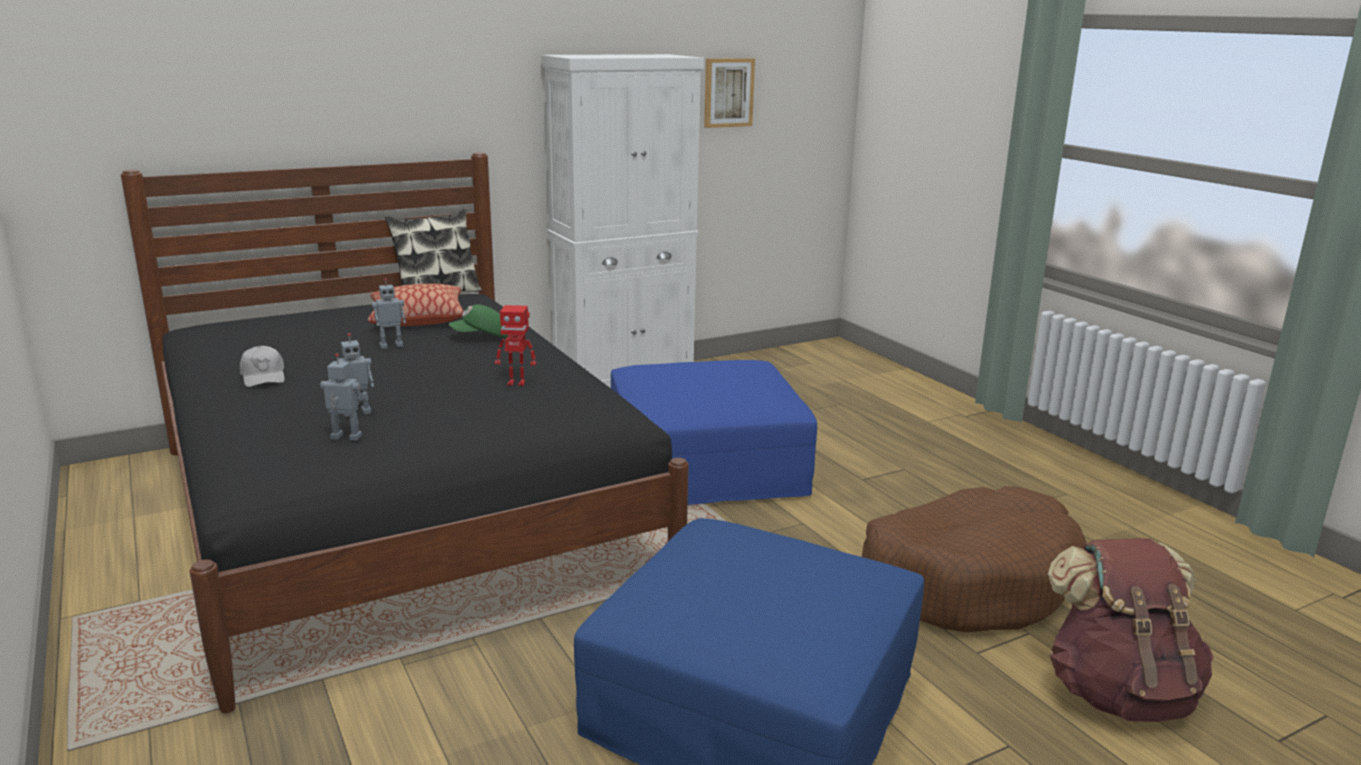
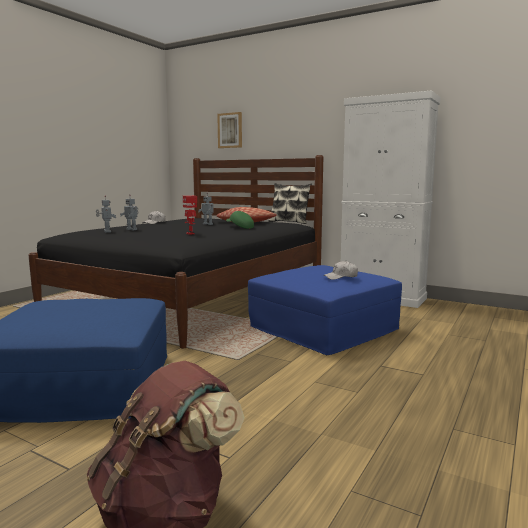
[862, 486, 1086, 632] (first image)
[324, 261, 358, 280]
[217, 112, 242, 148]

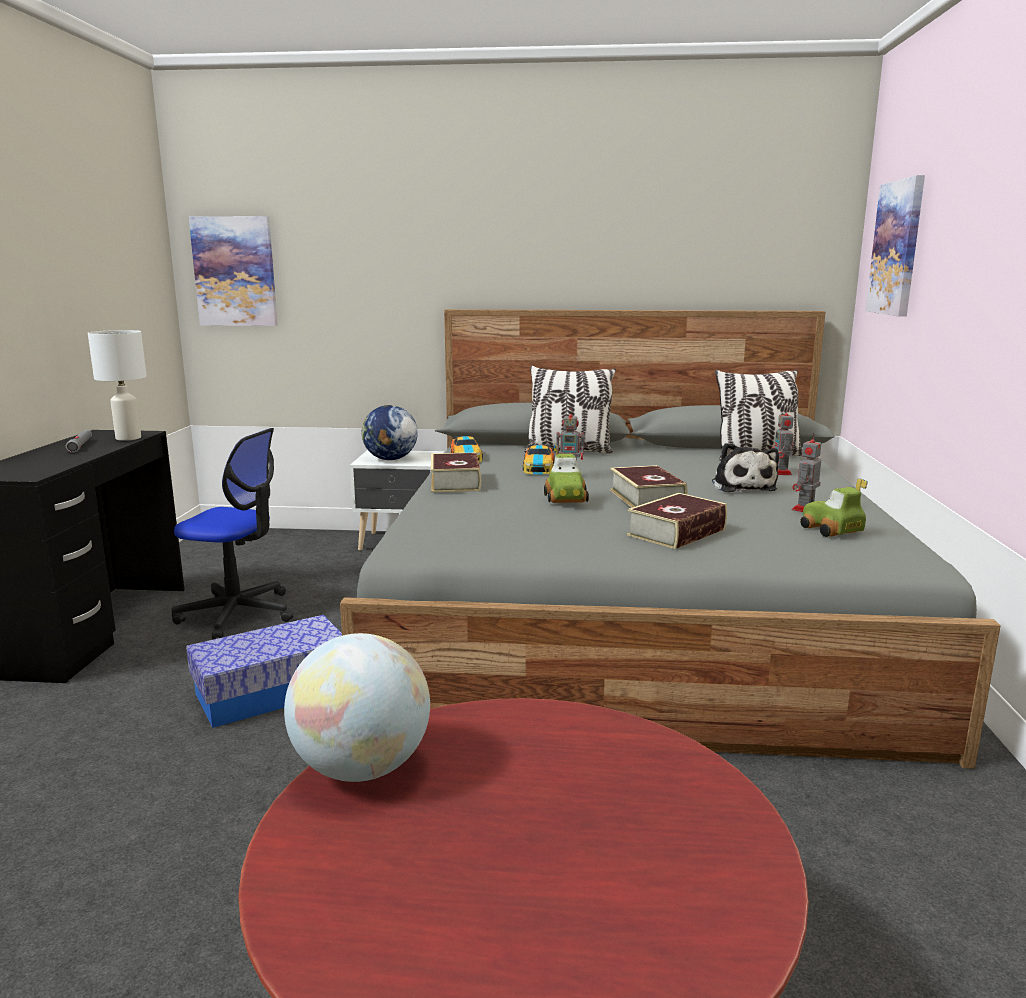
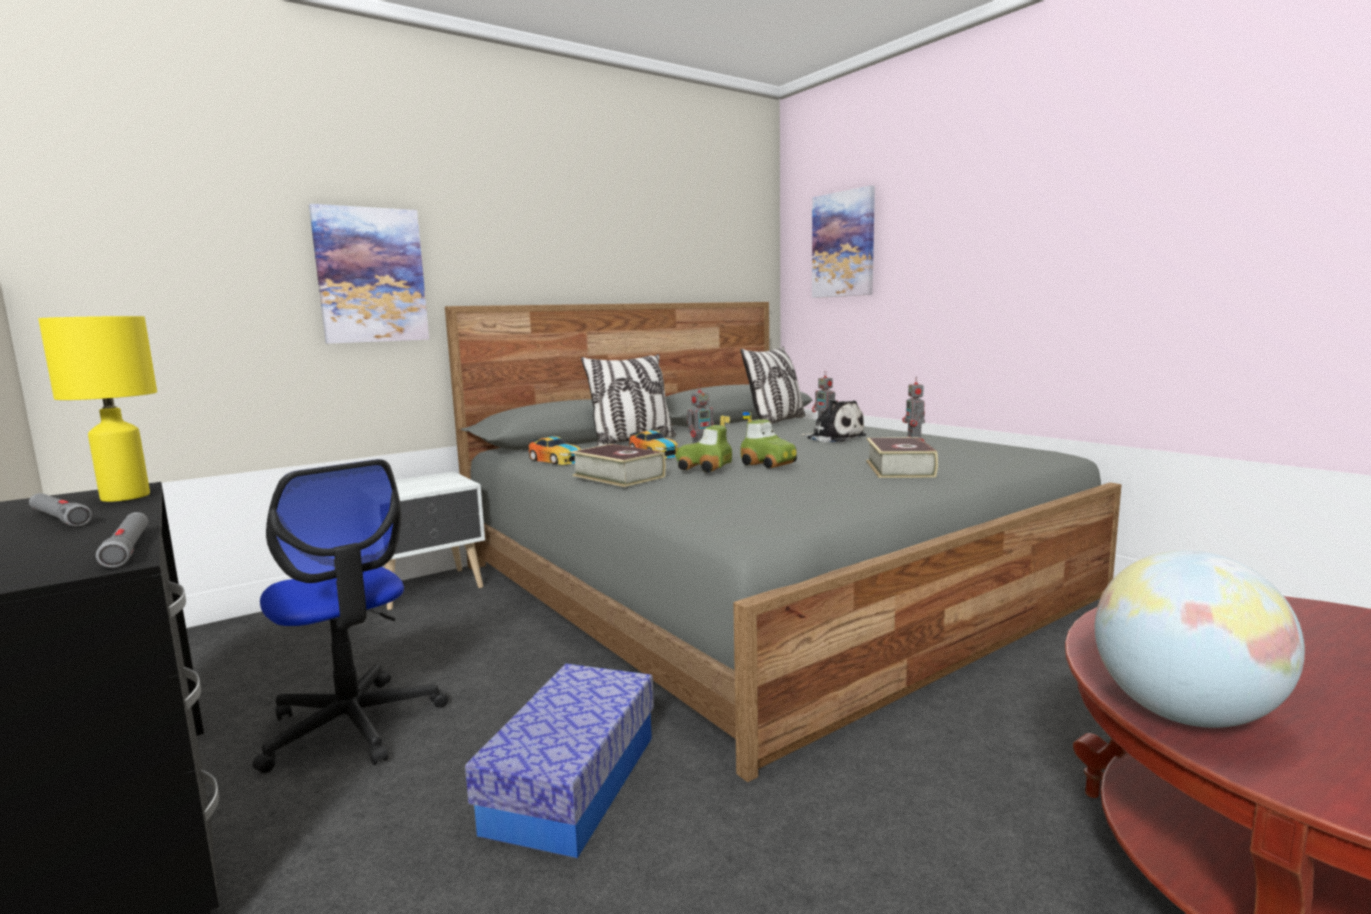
[361, 405, 418, 460] (first image)
[610, 465, 688, 508] (first image)
[96, 512, 148, 568]
[309, 204, 429, 344]
[676, 415, 732, 473]
[38, 316, 157, 502]
[253, 459, 448, 773]

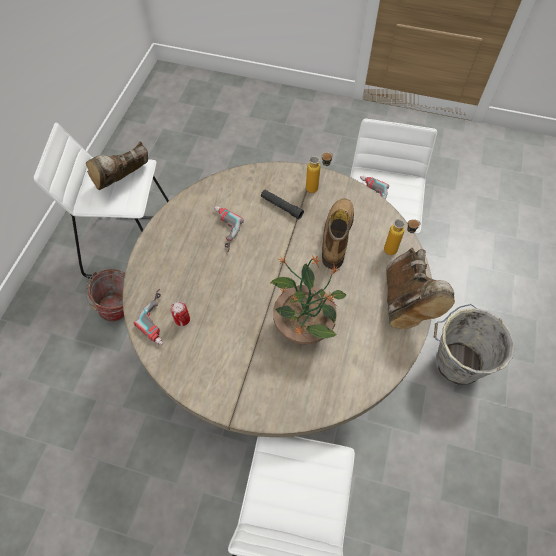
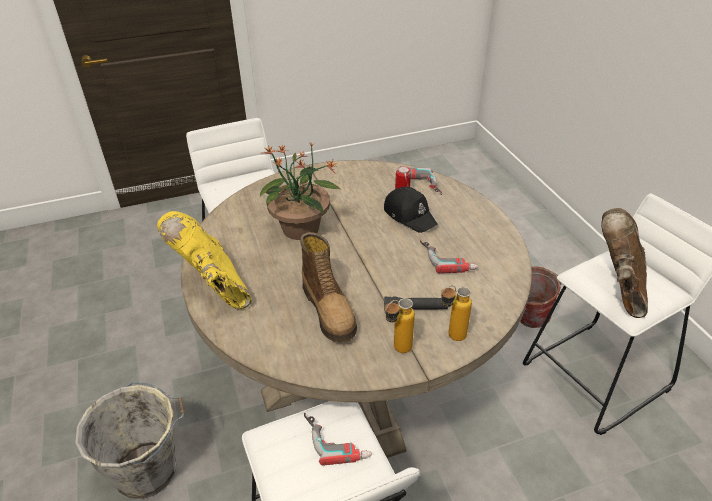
[384, 187, 438, 233]
[441, 285, 472, 341]
[157, 211, 252, 309]

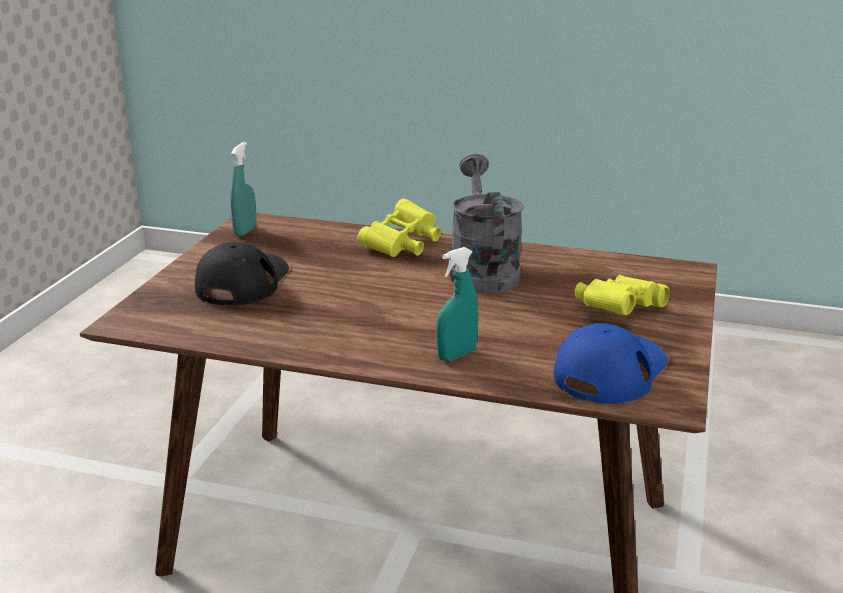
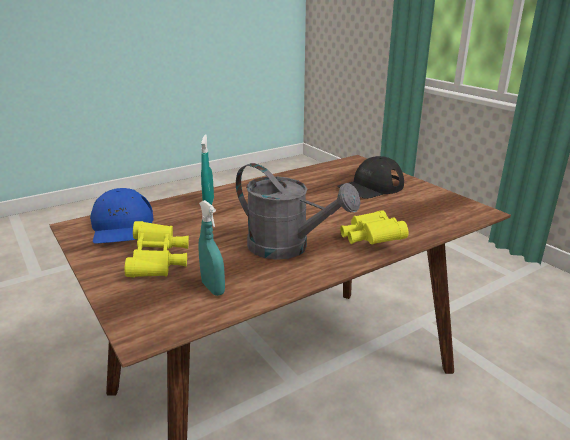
[199, 200, 225, 296]
[338, 156, 404, 199]

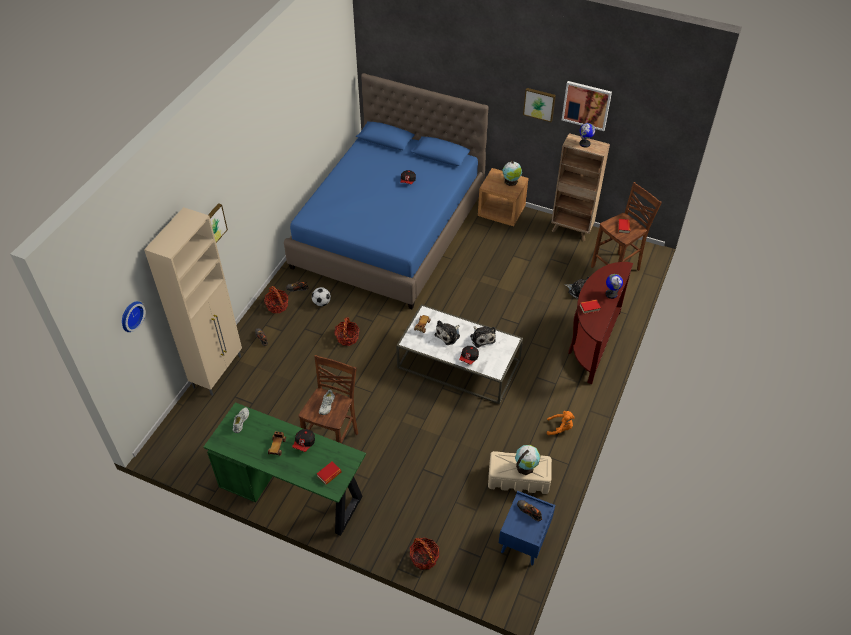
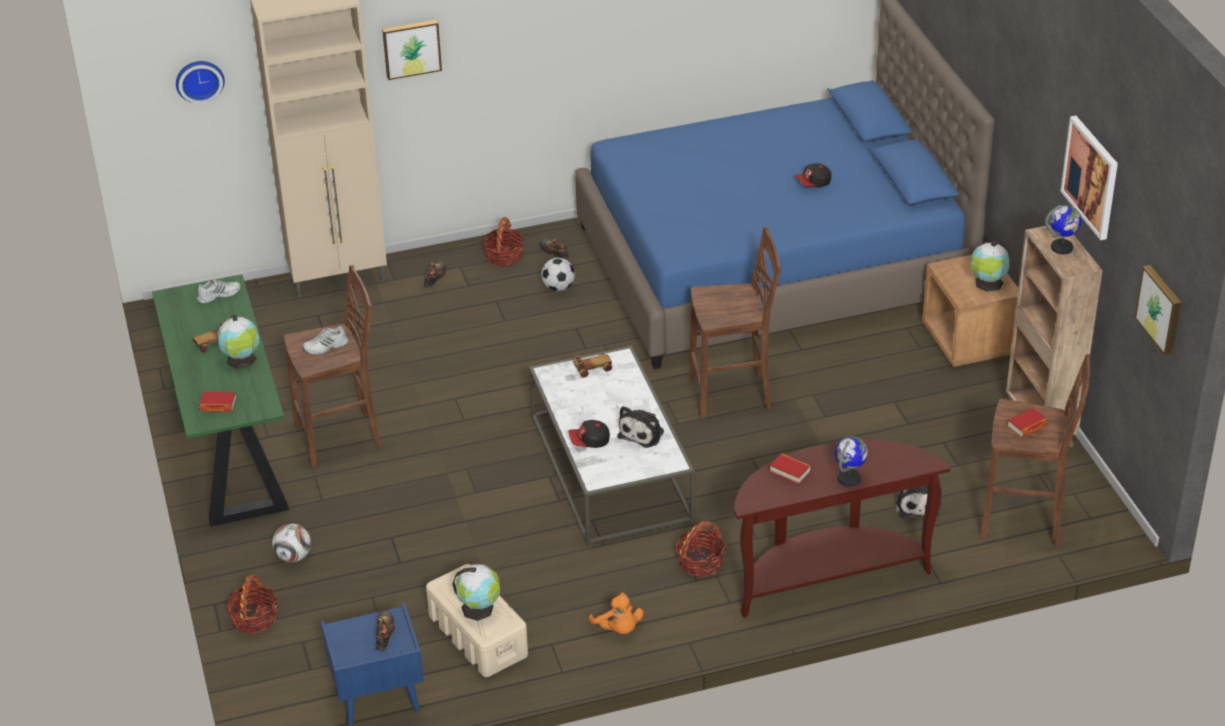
[435, 320, 460, 345] (first image)
[272, 523, 311, 562]
[689, 227, 782, 419]
[676, 521, 727, 577]
[1135, 265, 1181, 355]
[217, 315, 259, 369]

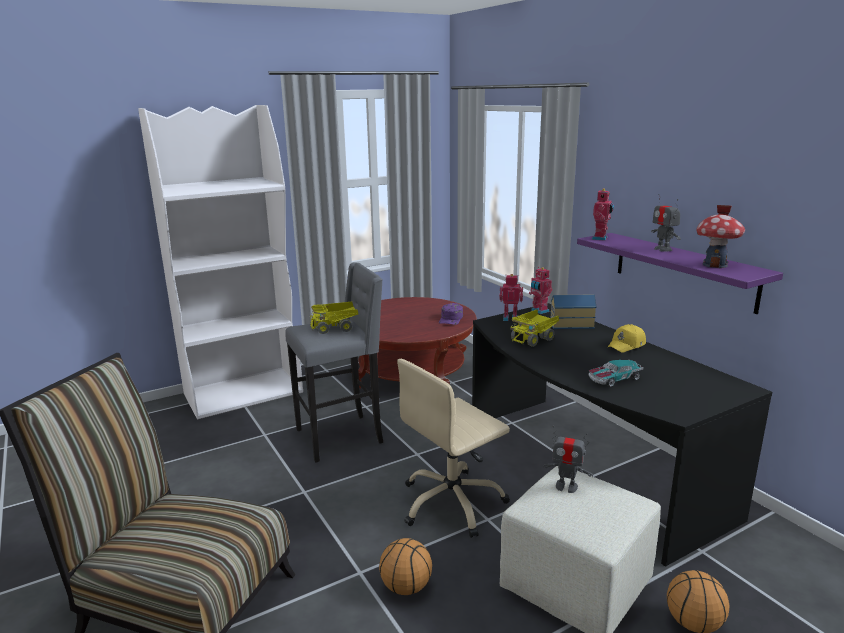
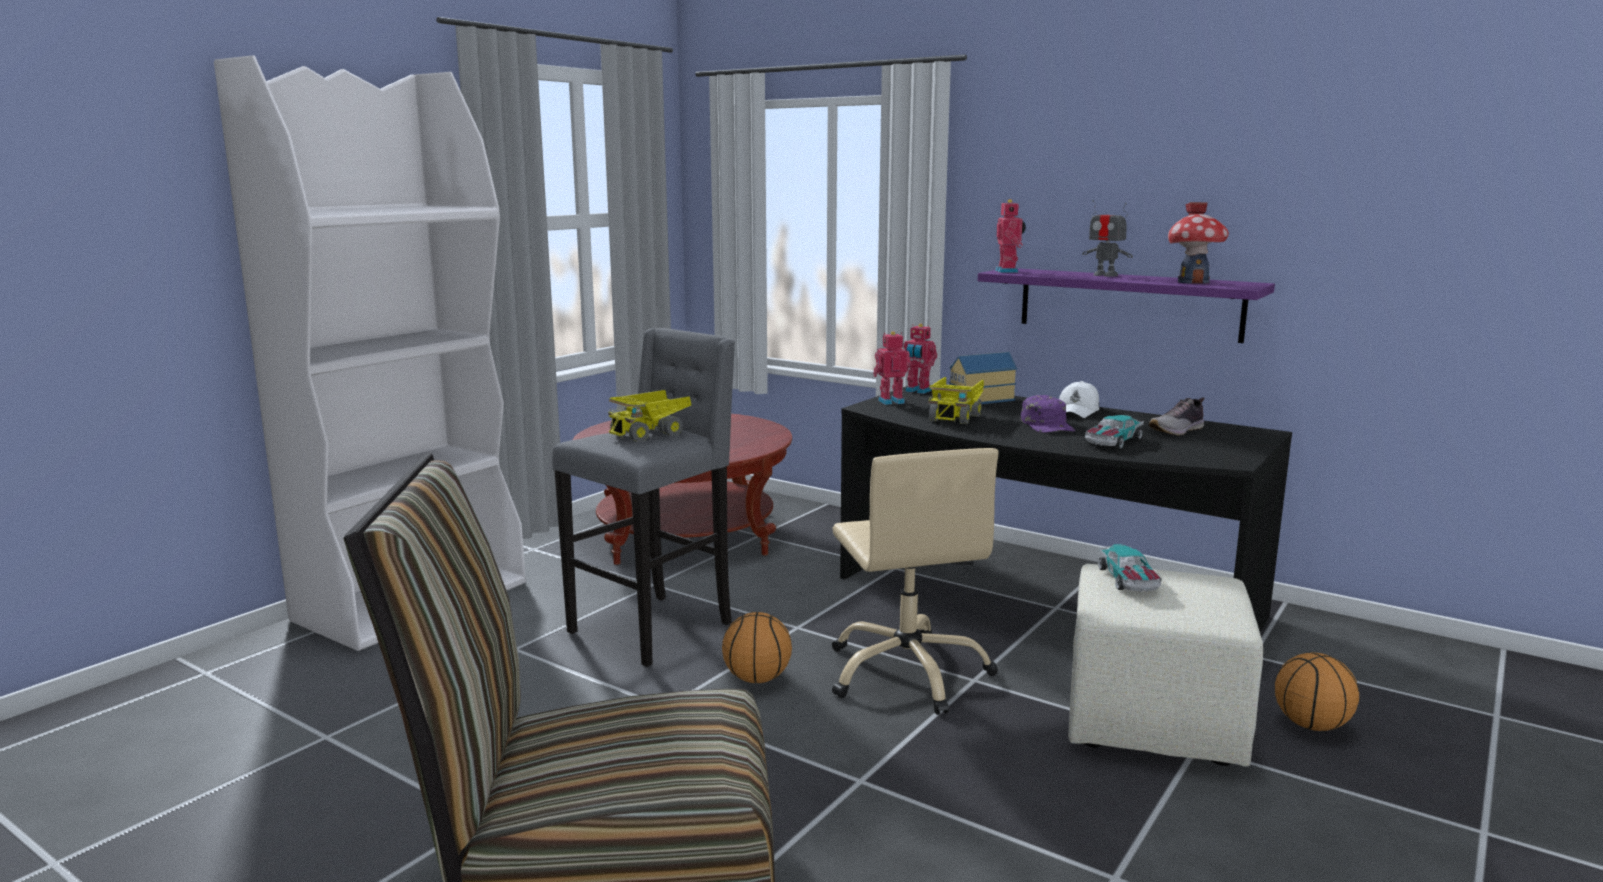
[1149, 397, 1204, 436]
[722, 612, 792, 683]
[1021, 395, 1075, 433]
[1098, 544, 1162, 592]
[1059, 381, 1100, 418]
[832, 448, 999, 715]

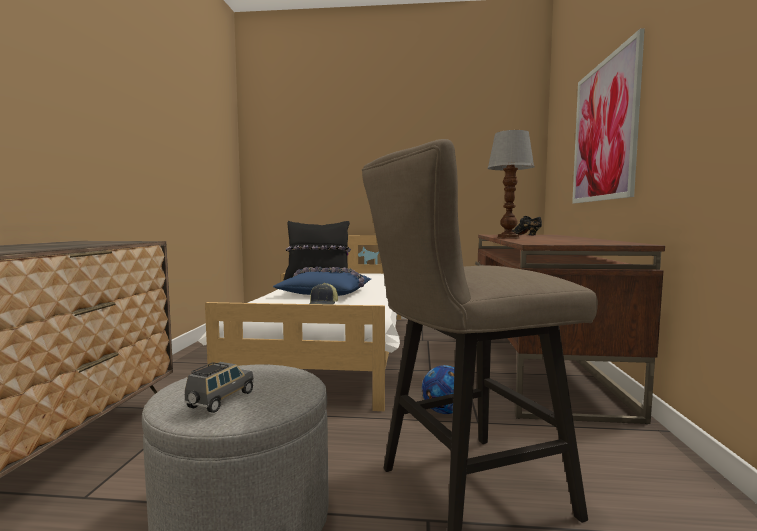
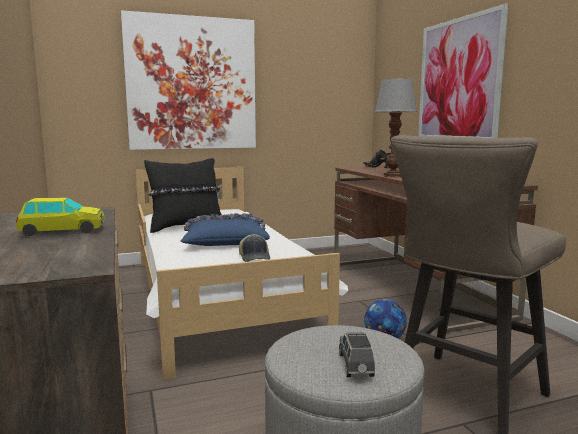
[16, 198, 105, 236]
[121, 10, 256, 150]

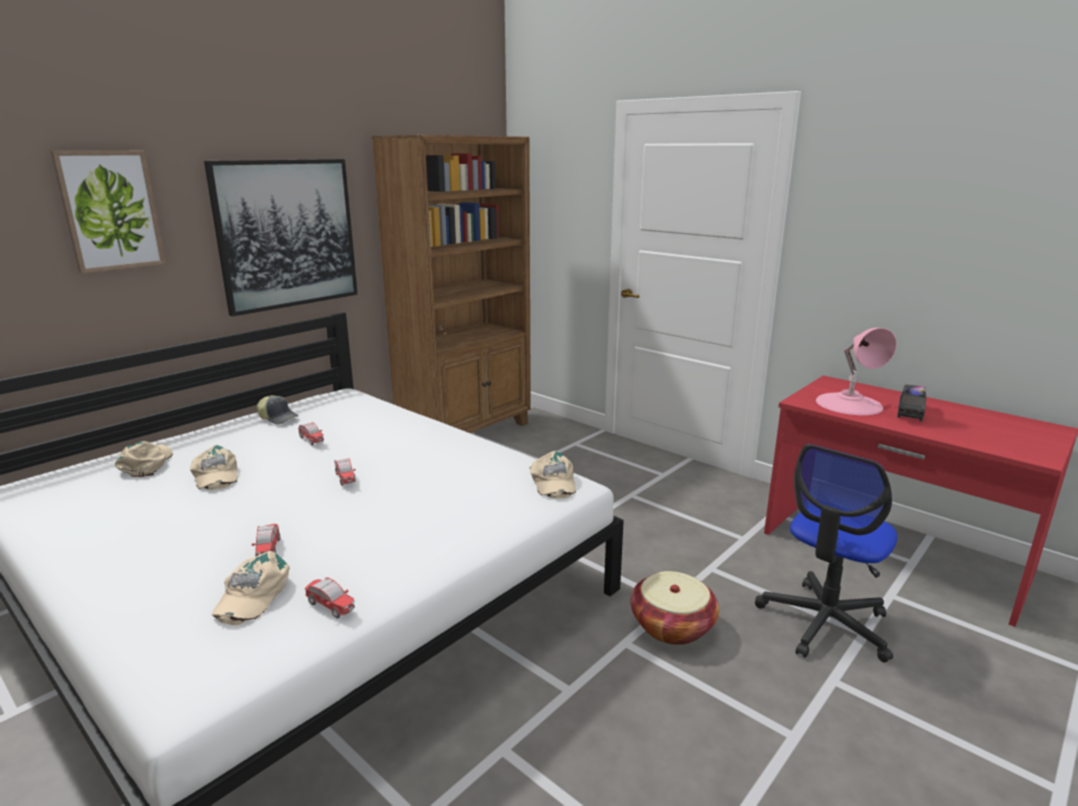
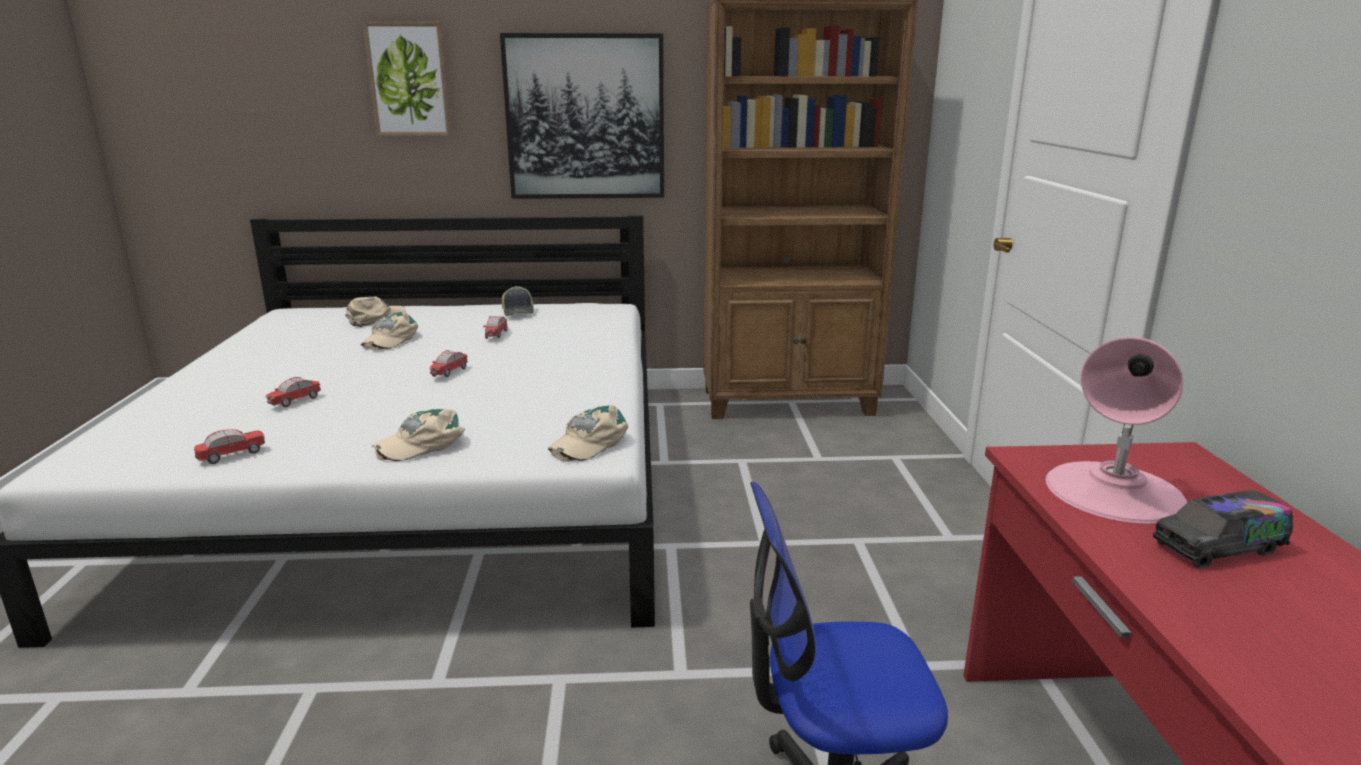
[630, 571, 719, 645] (first image)
[372, 408, 465, 461]
[194, 429, 265, 464]

